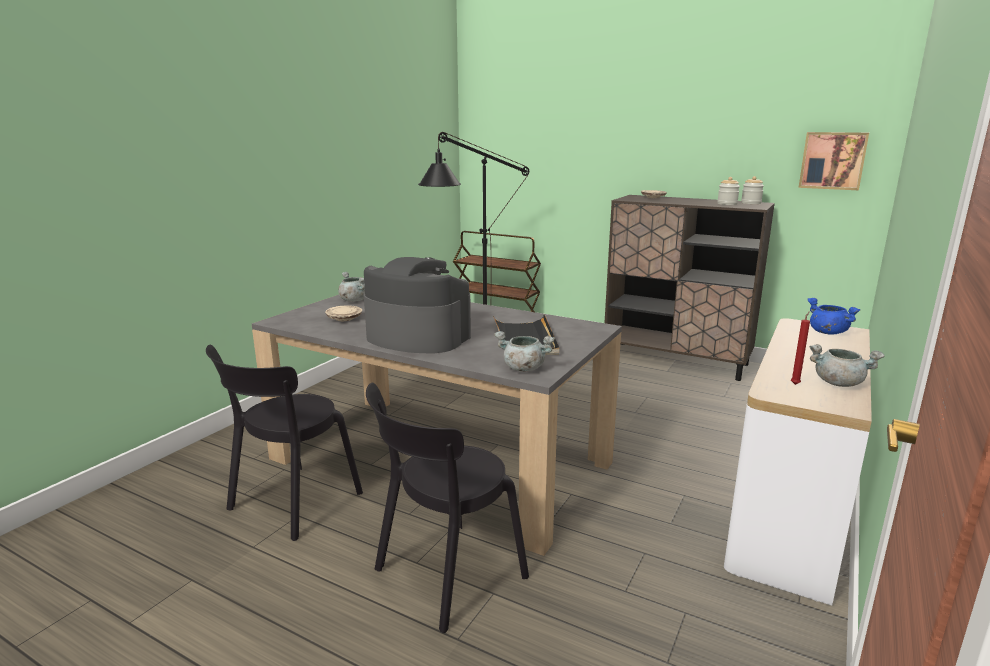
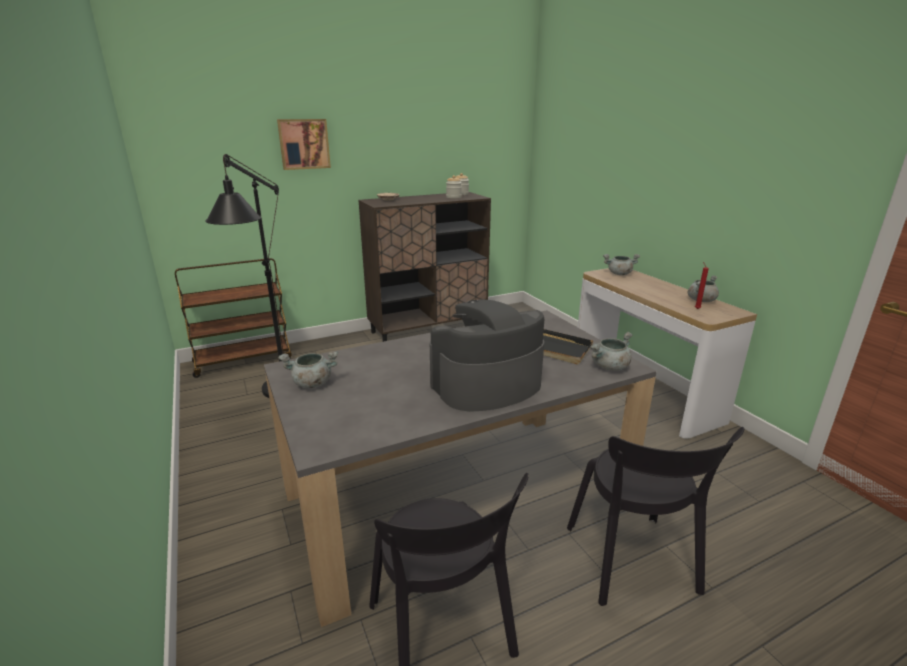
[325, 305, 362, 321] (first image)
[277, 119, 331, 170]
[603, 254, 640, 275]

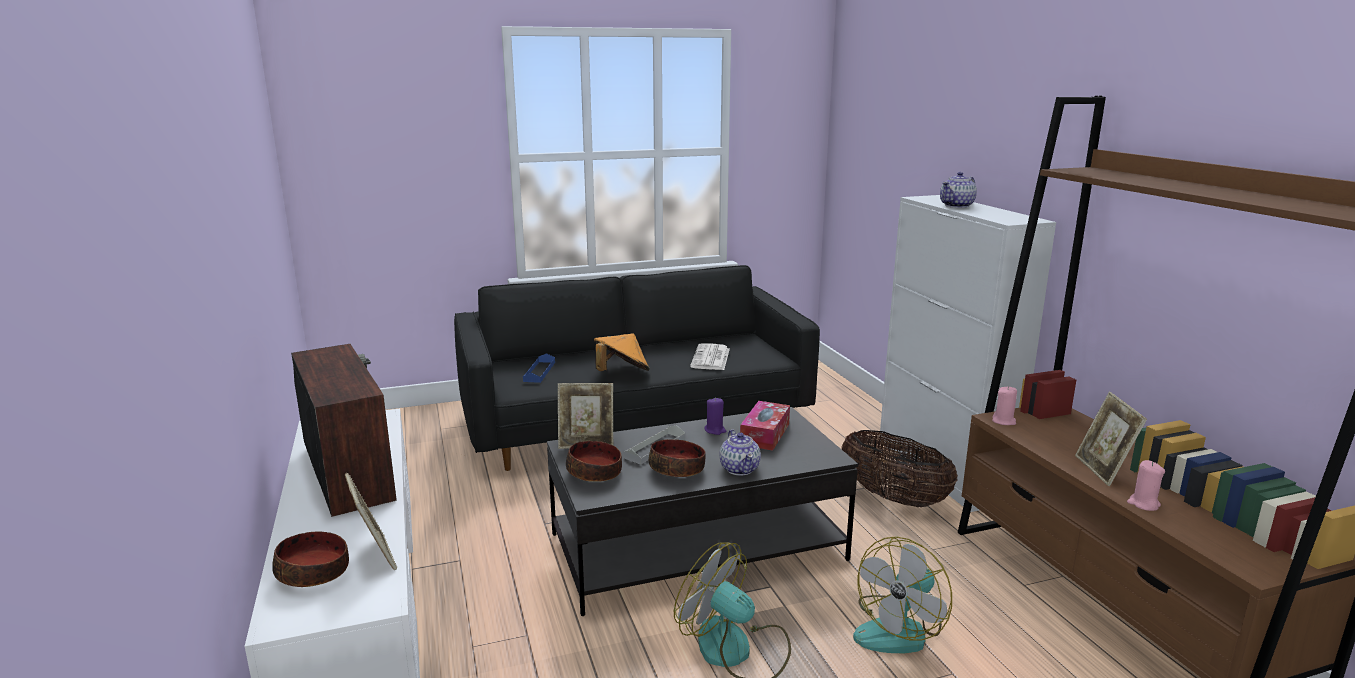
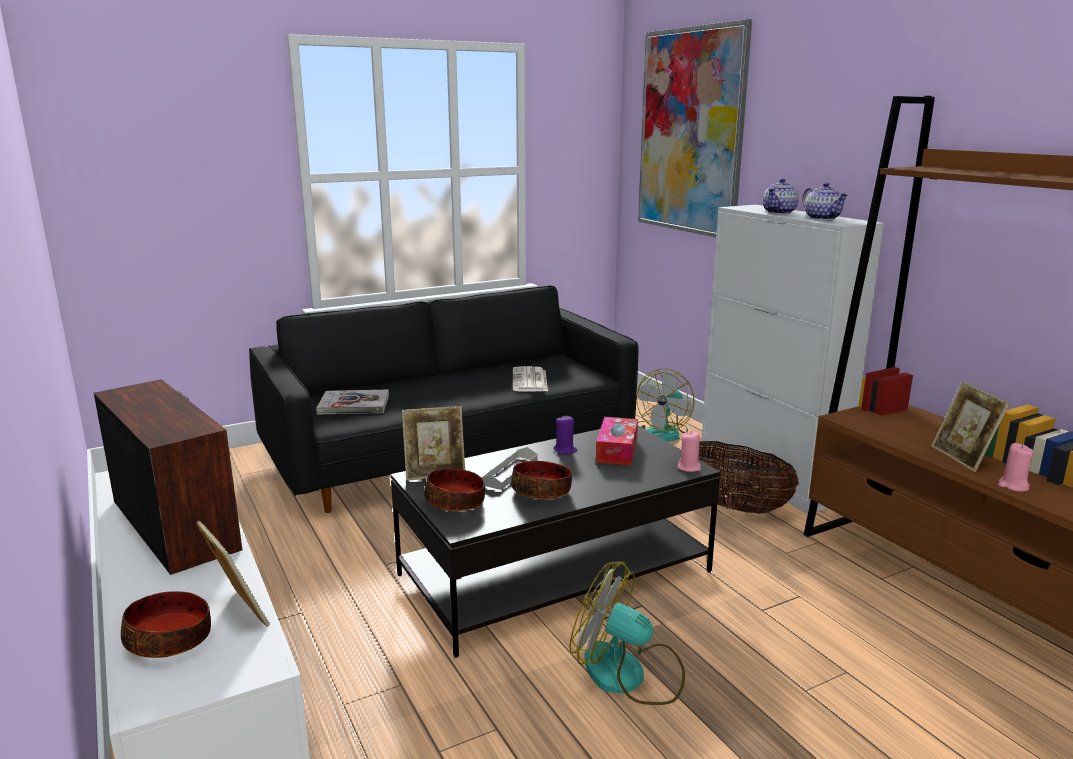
[594, 333, 650, 371] (first image)
[638, 19, 752, 237]
[802, 182, 849, 220]
[636, 368, 695, 442]
[677, 431, 701, 472]
[316, 389, 389, 415]

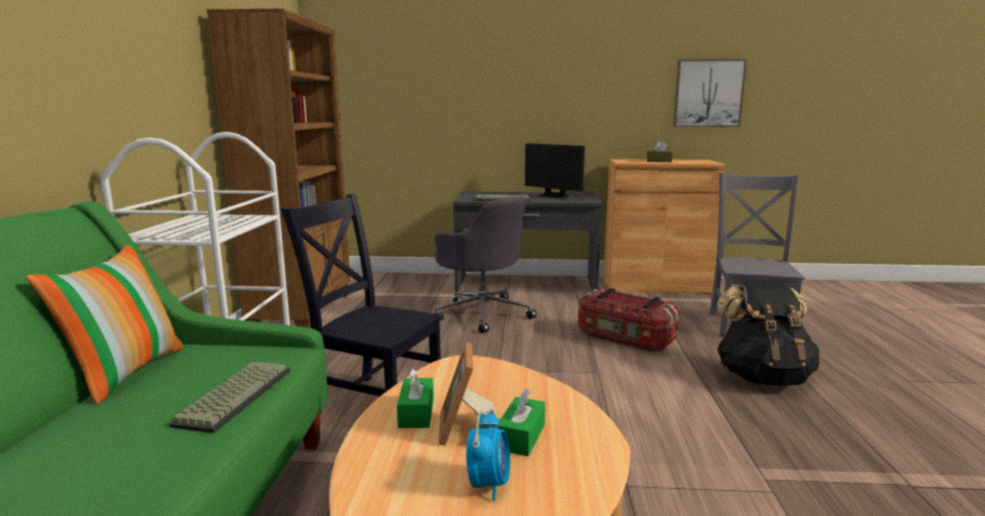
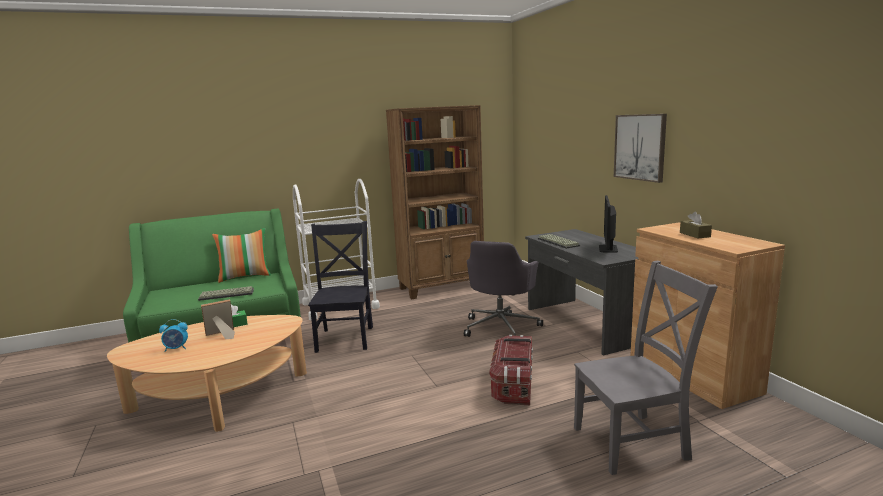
[497, 388, 545, 456] (first image)
[717, 282, 820, 386] (first image)
[614, 114, 667, 183]

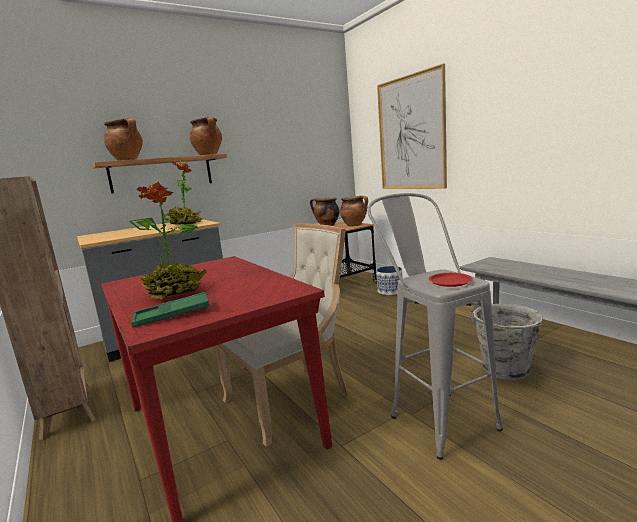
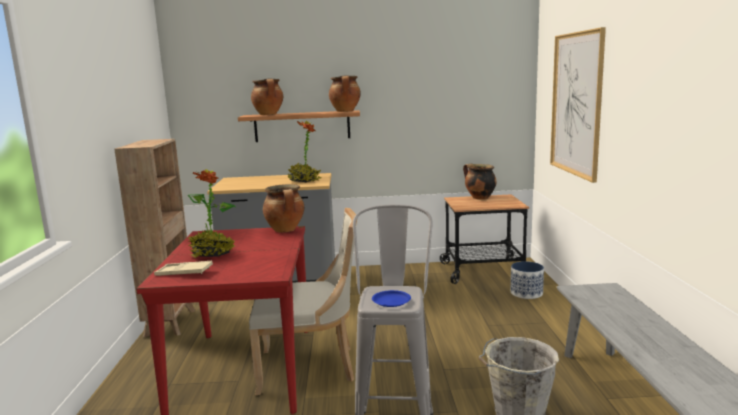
[263, 184, 304, 232]
[154, 261, 213, 276]
[372, 290, 411, 307]

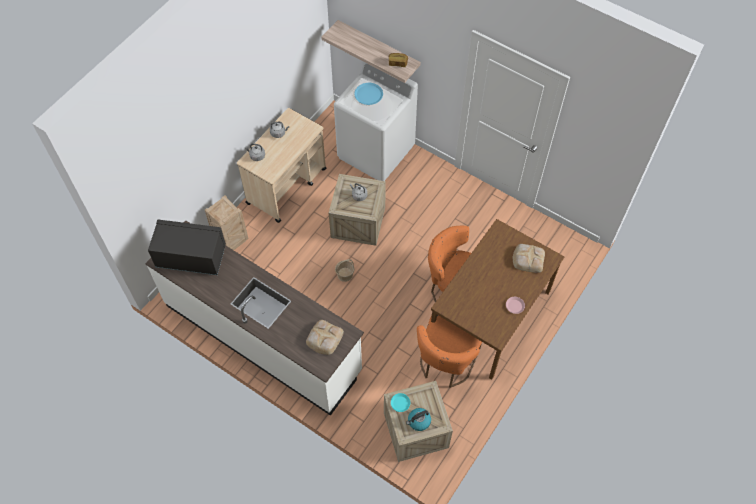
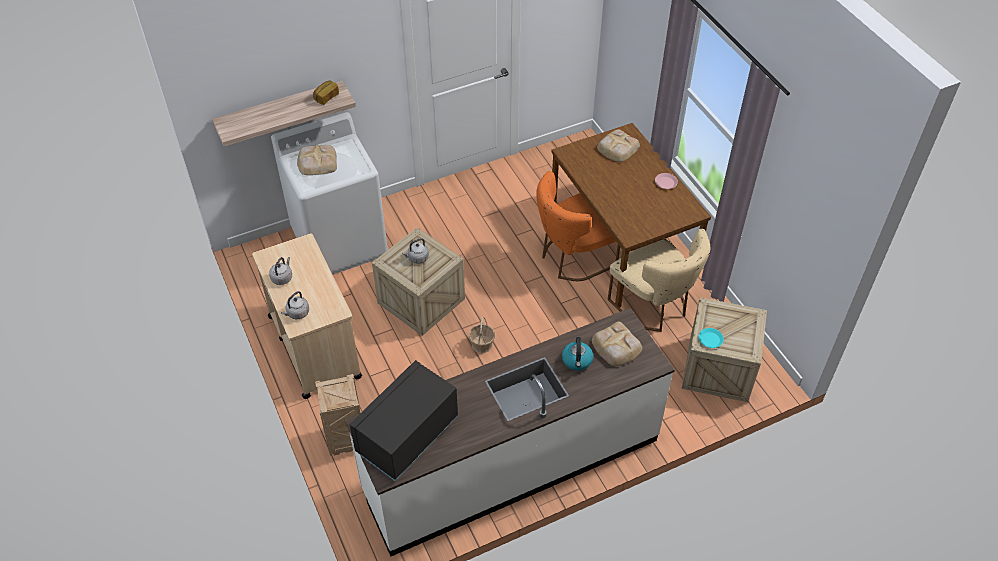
[562, 337, 593, 371]
[297, 145, 337, 175]
[608, 229, 710, 332]

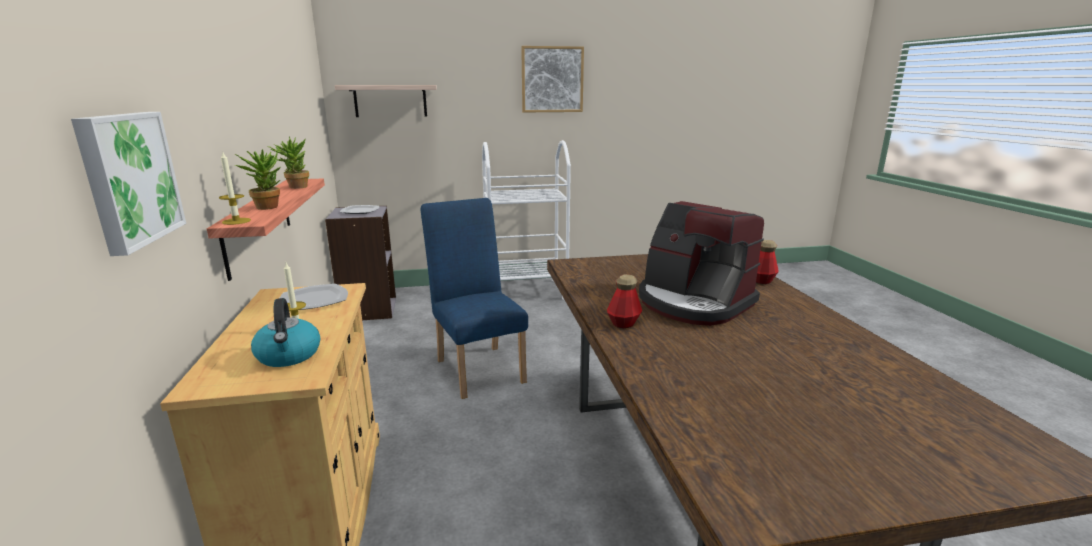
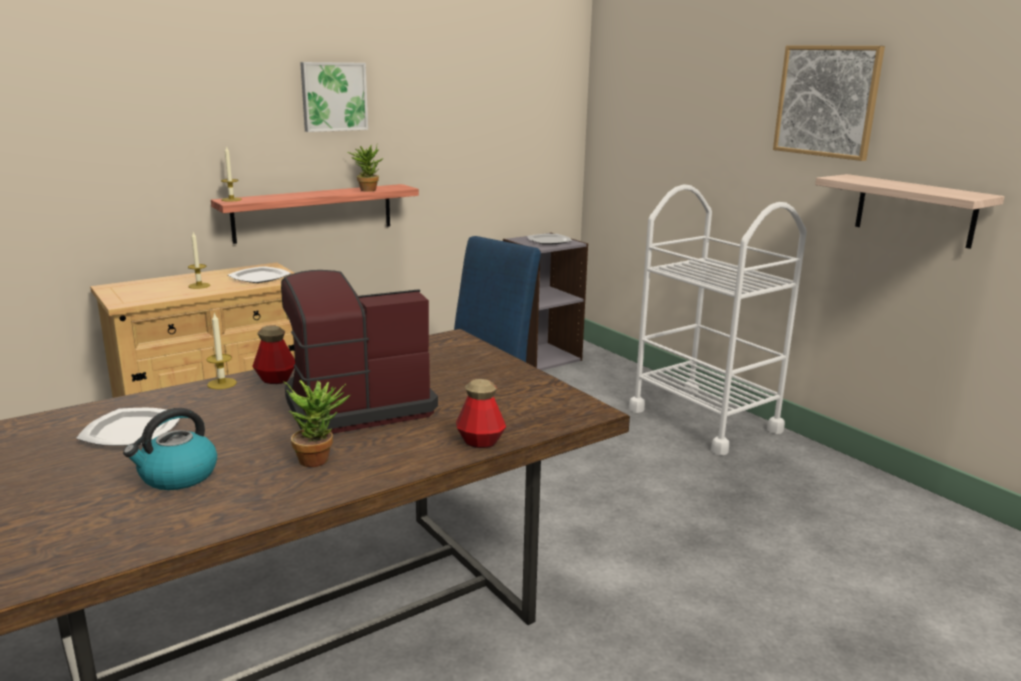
[76, 408, 180, 446]
[207, 312, 237, 389]
[300, 62, 368, 132]
[283, 380, 350, 467]
[123, 408, 217, 490]
[815, 174, 1005, 249]
[281, 270, 438, 434]

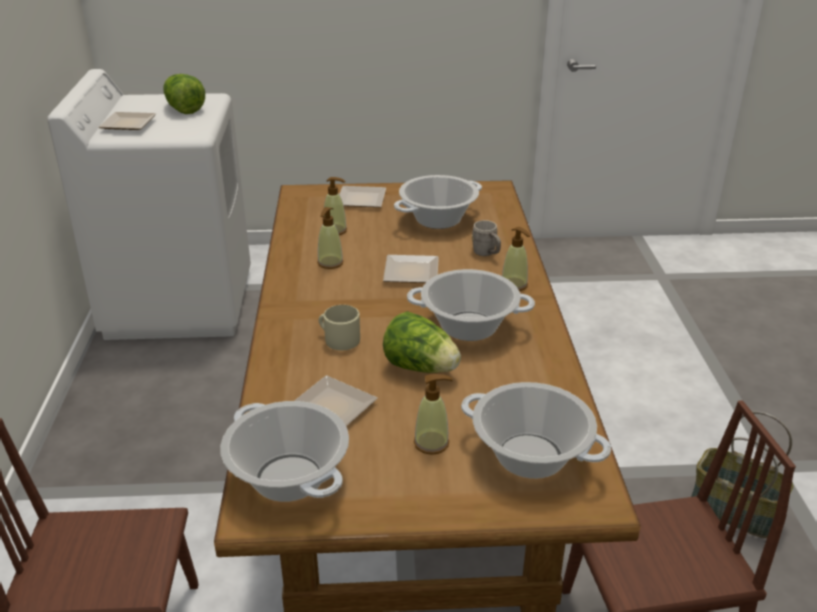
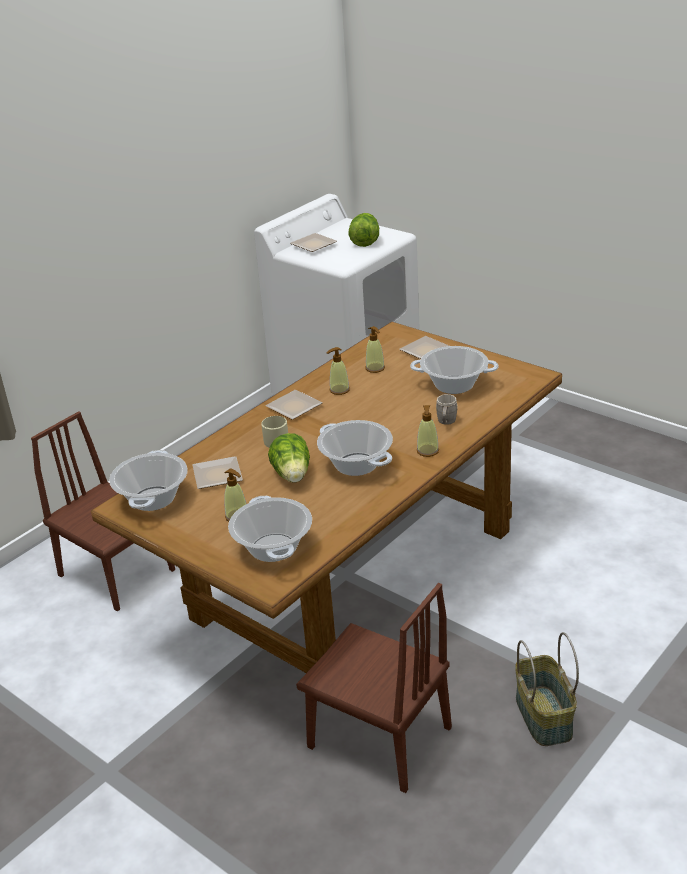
[265, 390, 323, 420]

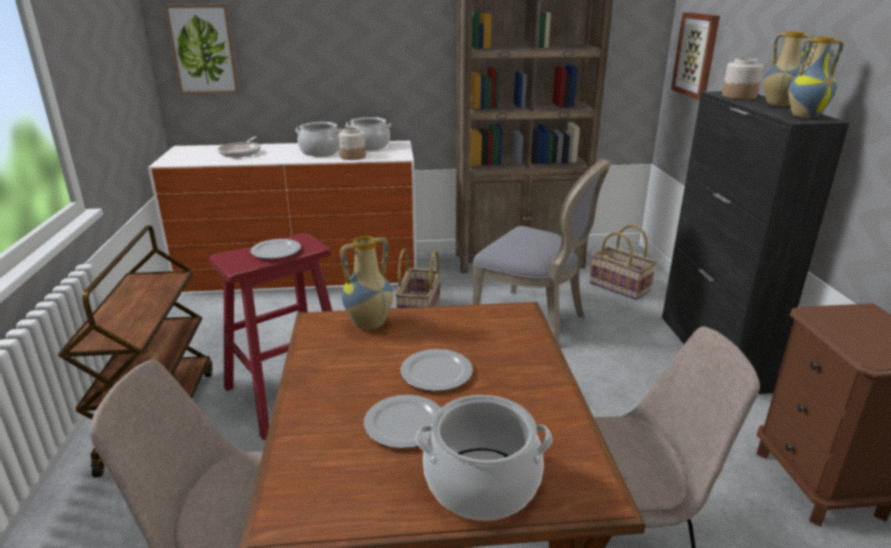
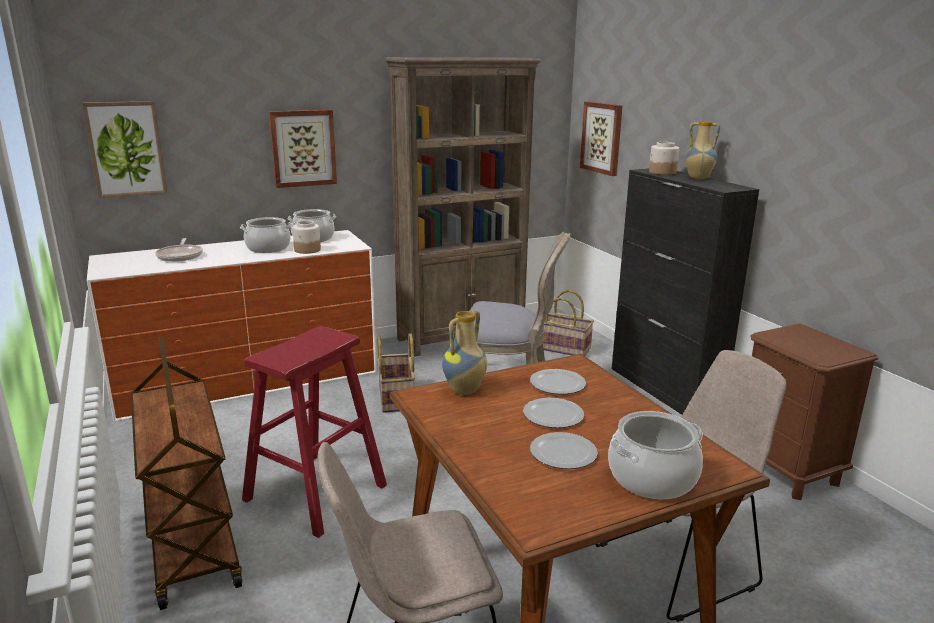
[788, 37, 844, 118] (first image)
[269, 110, 337, 188]
[530, 369, 586, 394]

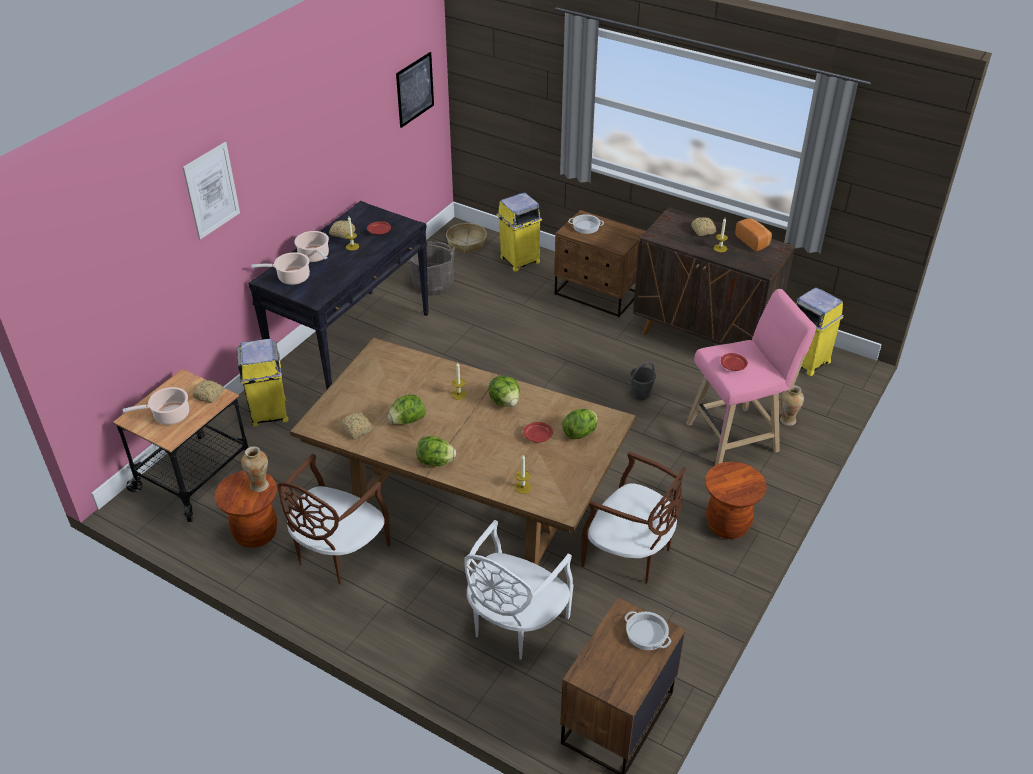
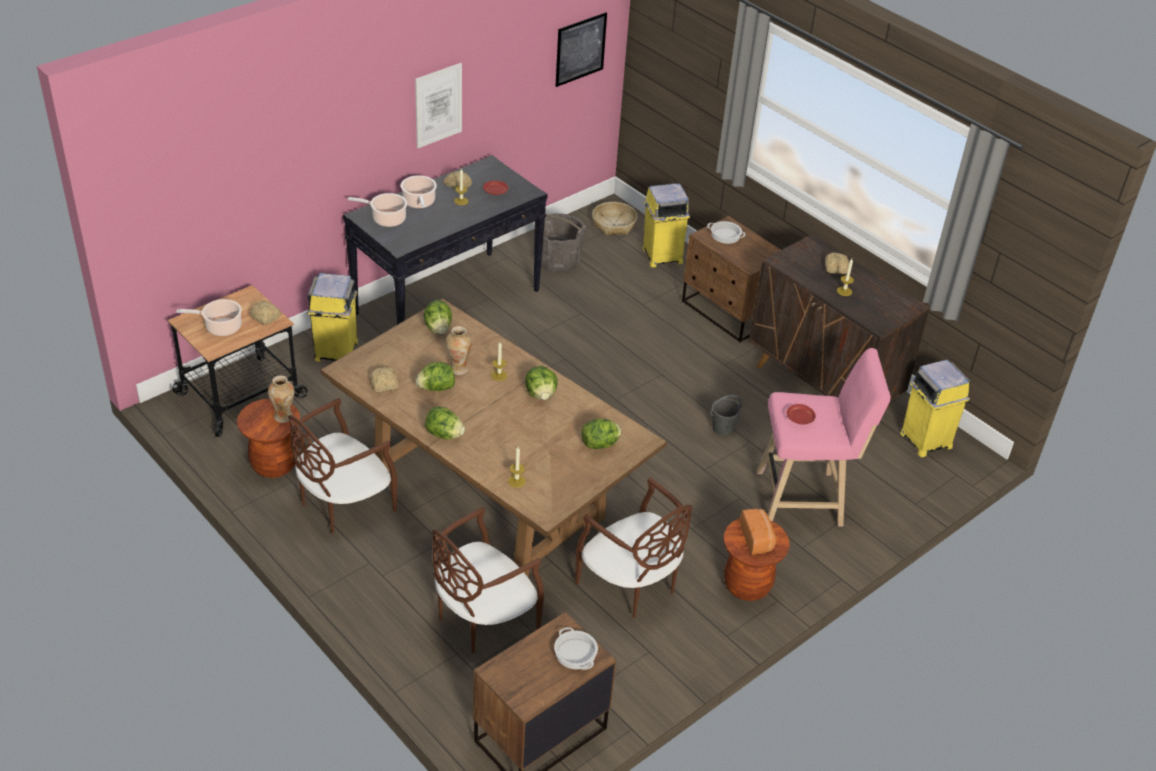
[523, 422, 553, 443] (first image)
[424, 300, 452, 335]
[415, 63, 462, 148]
[740, 509, 777, 555]
[446, 326, 472, 375]
[432, 507, 544, 653]

